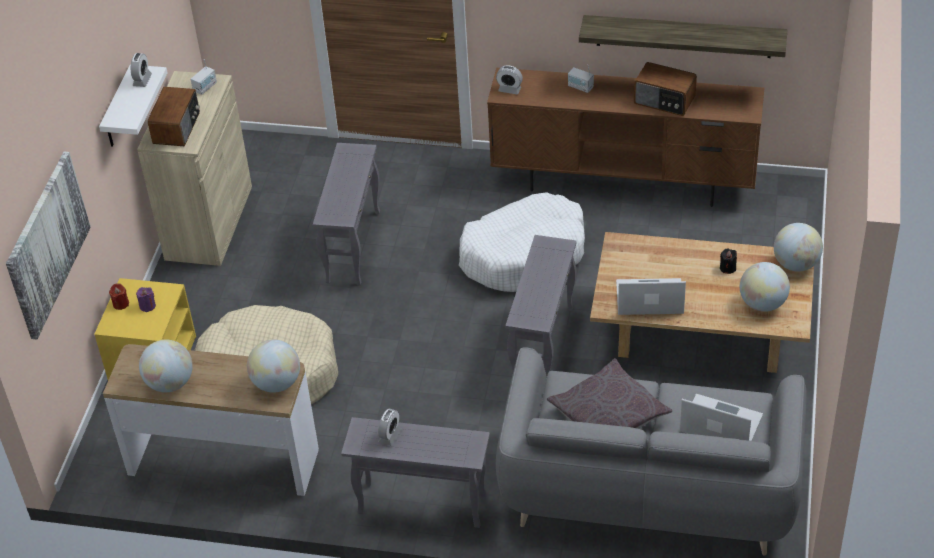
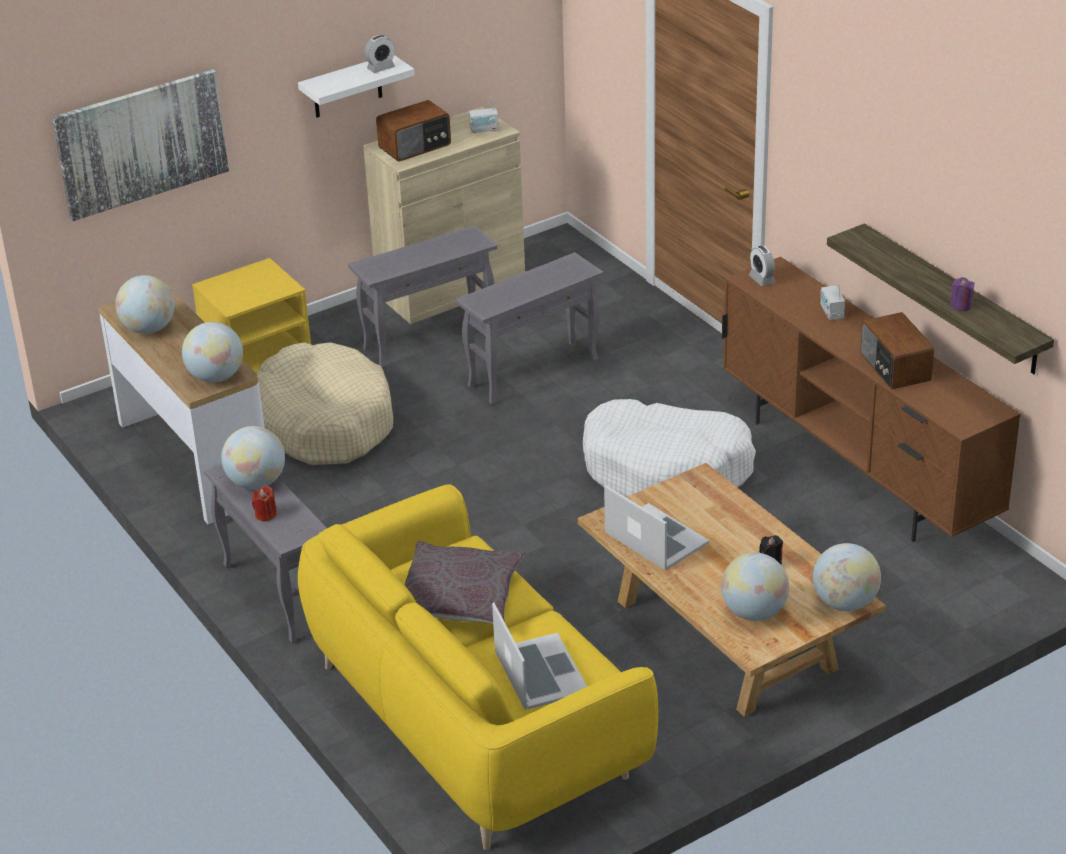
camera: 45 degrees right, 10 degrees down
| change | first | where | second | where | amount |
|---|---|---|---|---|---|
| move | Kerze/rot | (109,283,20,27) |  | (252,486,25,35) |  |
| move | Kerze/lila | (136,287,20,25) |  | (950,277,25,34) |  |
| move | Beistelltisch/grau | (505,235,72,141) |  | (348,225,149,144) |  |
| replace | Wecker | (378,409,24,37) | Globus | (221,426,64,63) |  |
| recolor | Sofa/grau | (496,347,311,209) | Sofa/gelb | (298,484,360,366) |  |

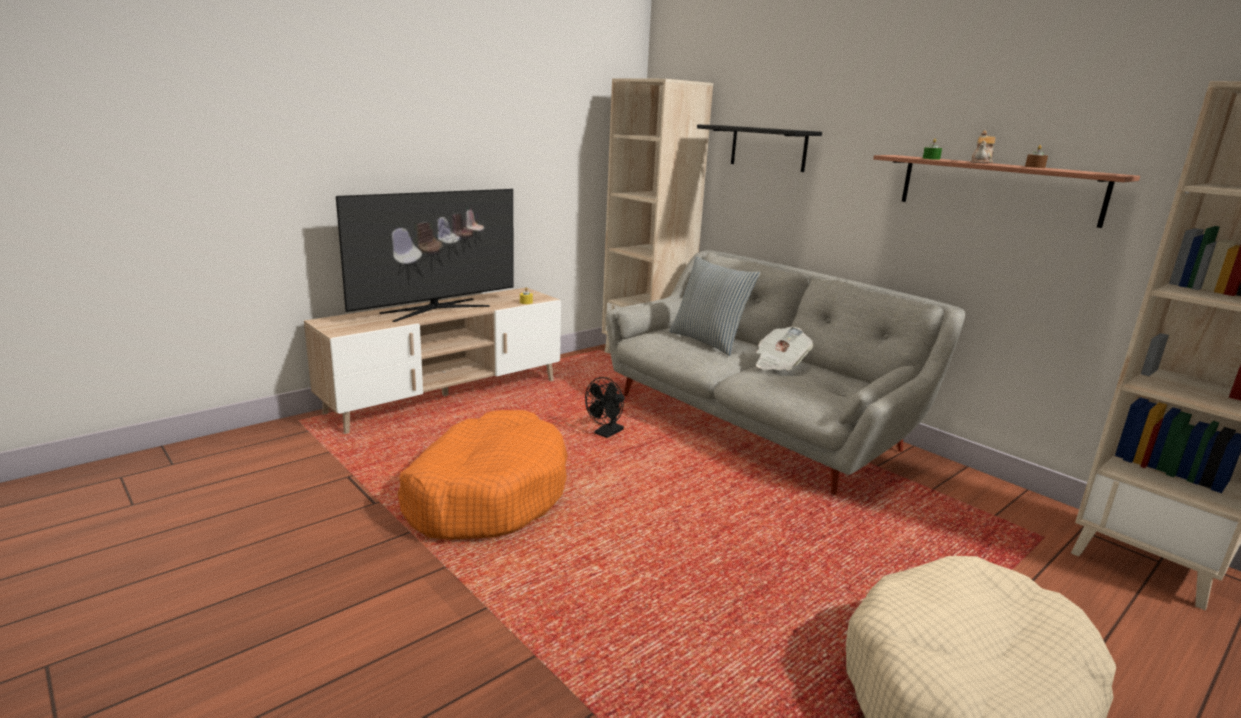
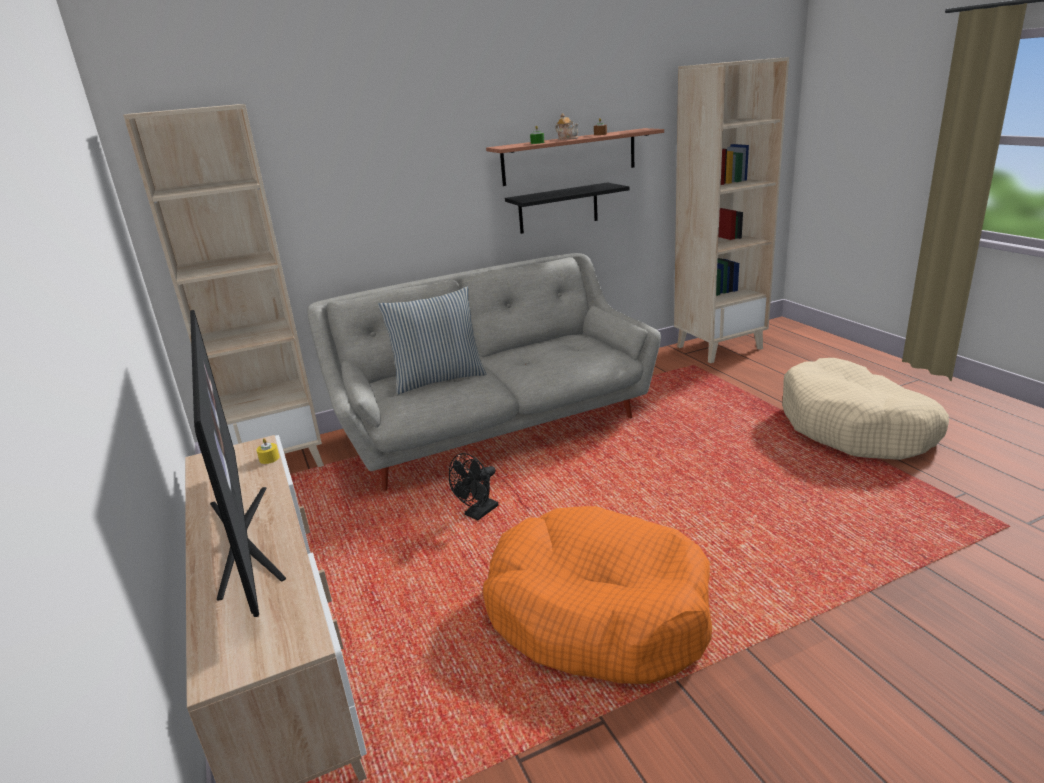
camera: 70 degrees left, 5 degrees up
| change | first | where | second | where | amount |
|---|---|---|---|---|---|
| delete | Zeitung | (756,327,57,44) |  |  |  |
| move | Wandregal/schwarz | (697,125,125,47) |  | (505,182,125,52) |  |
| rotate | Ventilator/schwarz | (585,377,40,61) |  | (449,453,50,67) | 75 degrees clockwise |

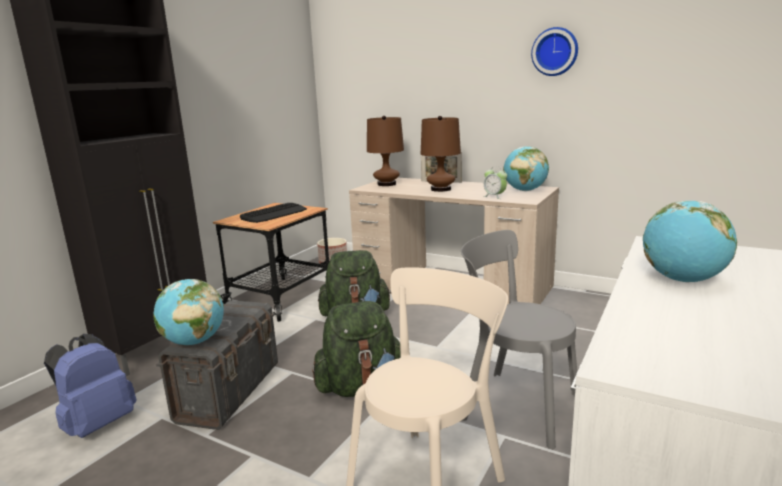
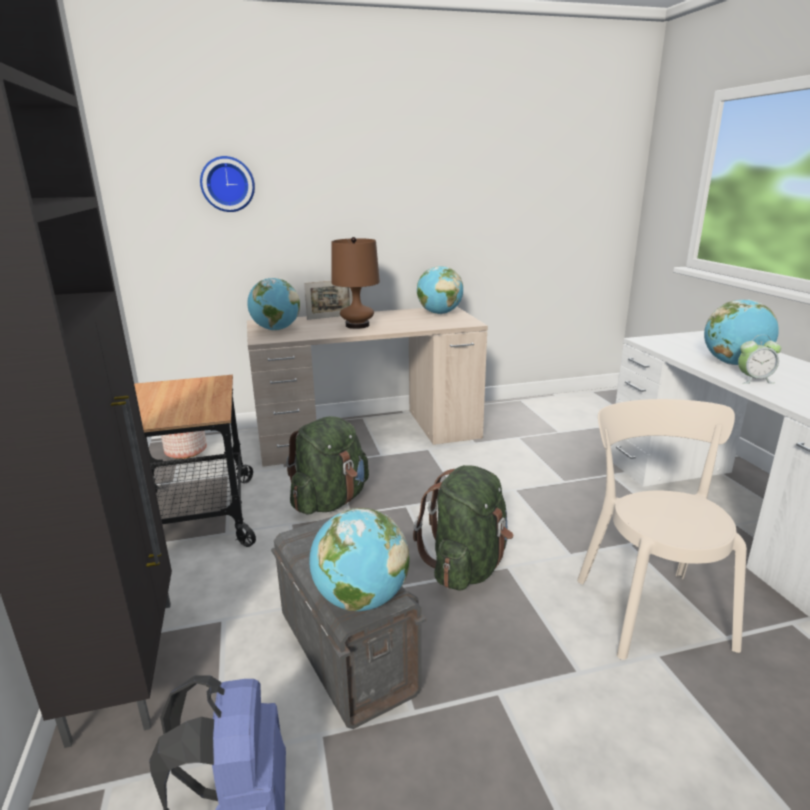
camera: 45 degrees left, 5 degrees up
| change | first | where | second | where | amount |
|---|---|---|---|---|---|
| delete | Tastatur | (240,203,67,20) |  |  |  |
| delete | Stuhl/grau | (461,230,116,219) |  |  |  |
| move | Wecker | (483,166,24,33) |  | (738,335,43,49) |  |
| move | Wanduhr | (531,27,47,49) |  | (200,156,55,56) |  |
| replace | Tischlampe/braun | (367,116,37,70) | Globus | (247,278,53,52) |  |

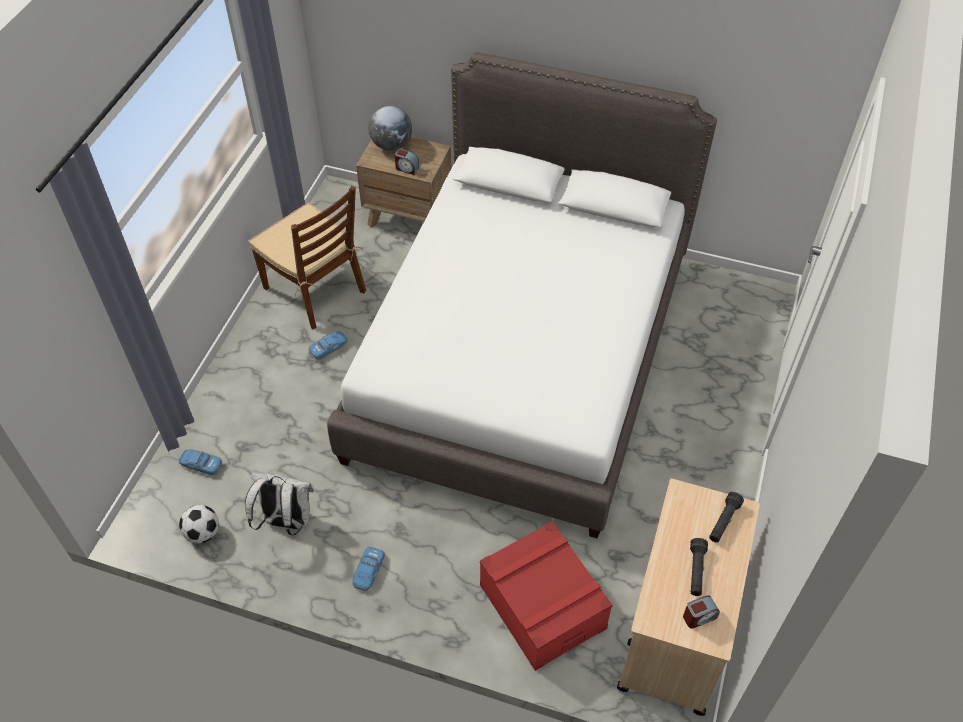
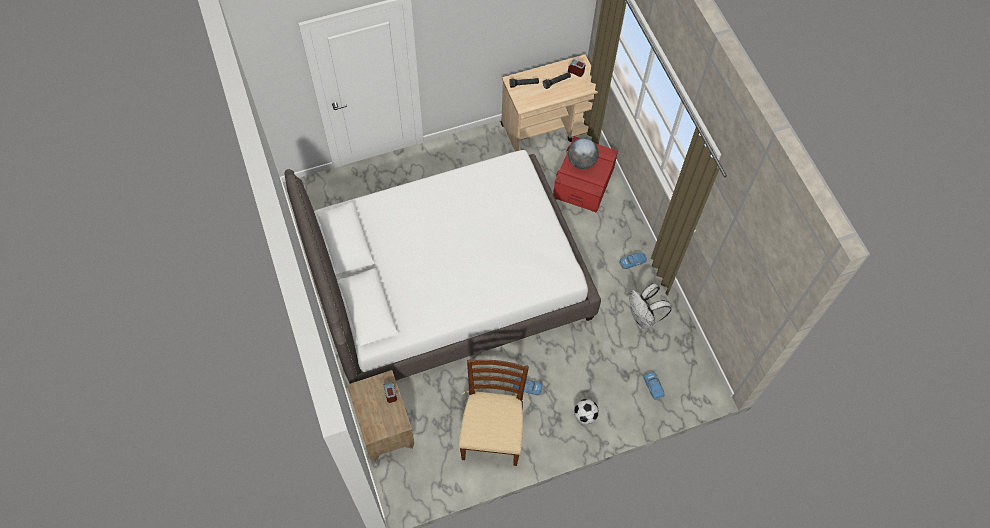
camera: 130 degrees left, 10 degrees up
| change | first | where | second | where | amount |
|---|---|---|---|---|---|
| move | Fußball | (179,505,40,38) |  | (574,399,25,25) |  |
| move | Globus | (368,106,44,45) |  | (568,138,31,31) |  |

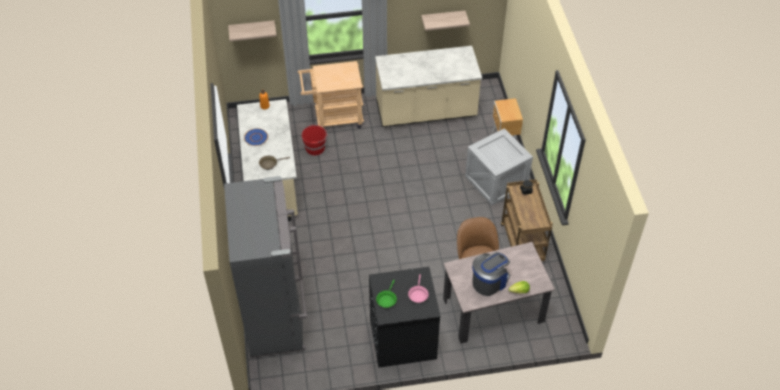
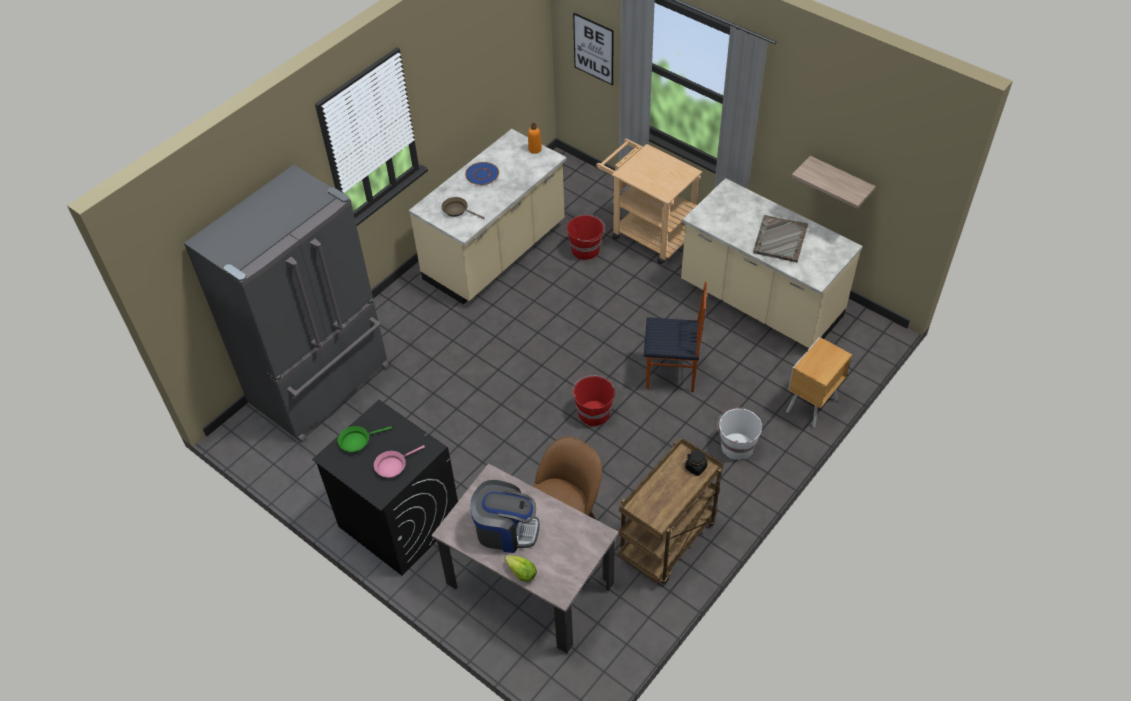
camera: 50 degrees right, 0 degrees up
| change | first | where | second | where | amount |
|---|---|---|---|---|---|
| insert |  |  | Eimer/rot | (572,375,43,51) |  |
| insert |  |  | Stuhl | (644,281,63,111) |  |
| insert |  |  | Tablett/grau | (753,215,55,47) |  |
| replace | Wandregal | (228,20,49,21) | Bild | (573,13,41,72) |  |
| replace | Kiste | (465,128,68,77) | Eimer/weiß | (717,407,45,53) |  |

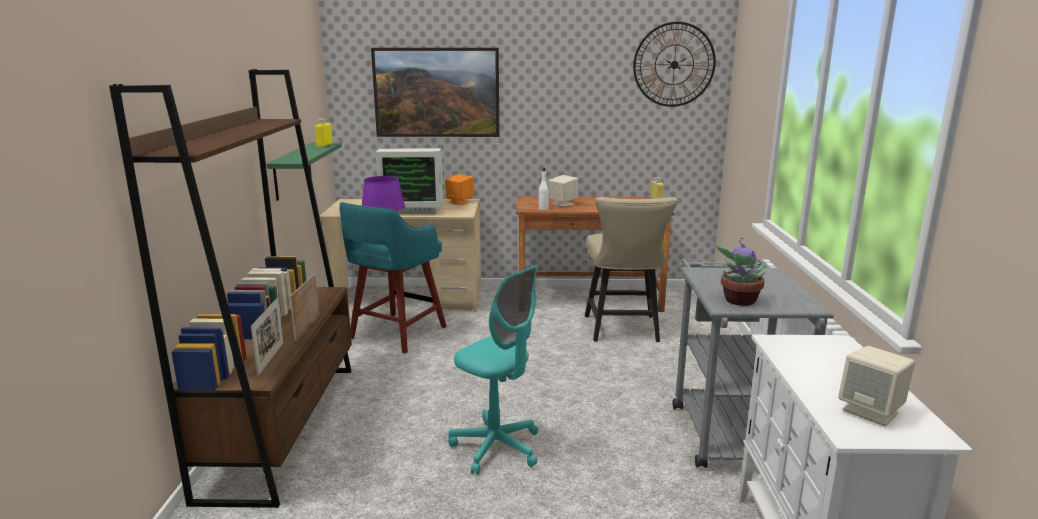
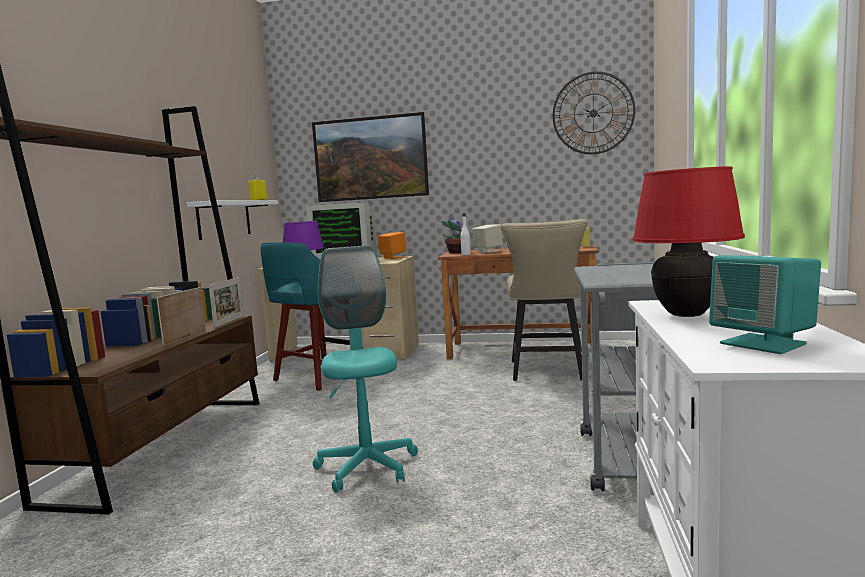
camera: 10 degrees right, 10 degrees down
| change | first | where | second | where | amount |
|---|---|---|---|---|---|
| insert |  |  | Tischlampe/rot | (632,166,113,151) |  |
| move | Bilderrahmen | (251,298,32,77) |  | (209,277,35,51) |  |
| move | Topfpflanze | (713,237,52,69) |  | (440,214,31,39) |  |
| recolor | Wandregal/grün | (267,142,75,59) | Wandregal/weiß | (187,200,91,40) |  |
| recolor | Lautsprecher/beige | (838,346,77,80) | Lautsprecher/türkis | (709,255,112,99) |  |
| rotate | Bürostuhl/türkis | (448,265,90,210) |  | (313,246,105,247) | 150 degrees counterclockwise |

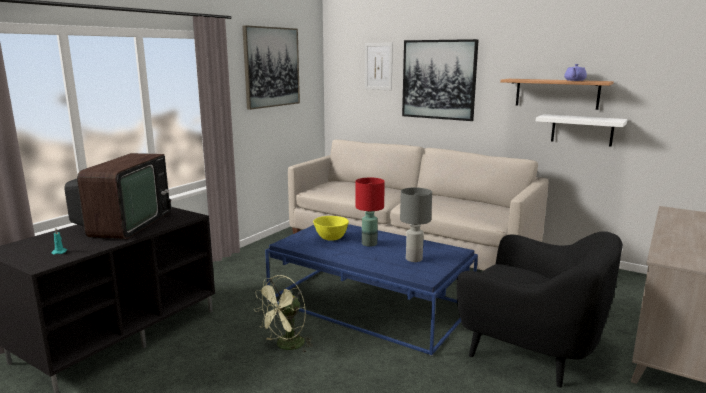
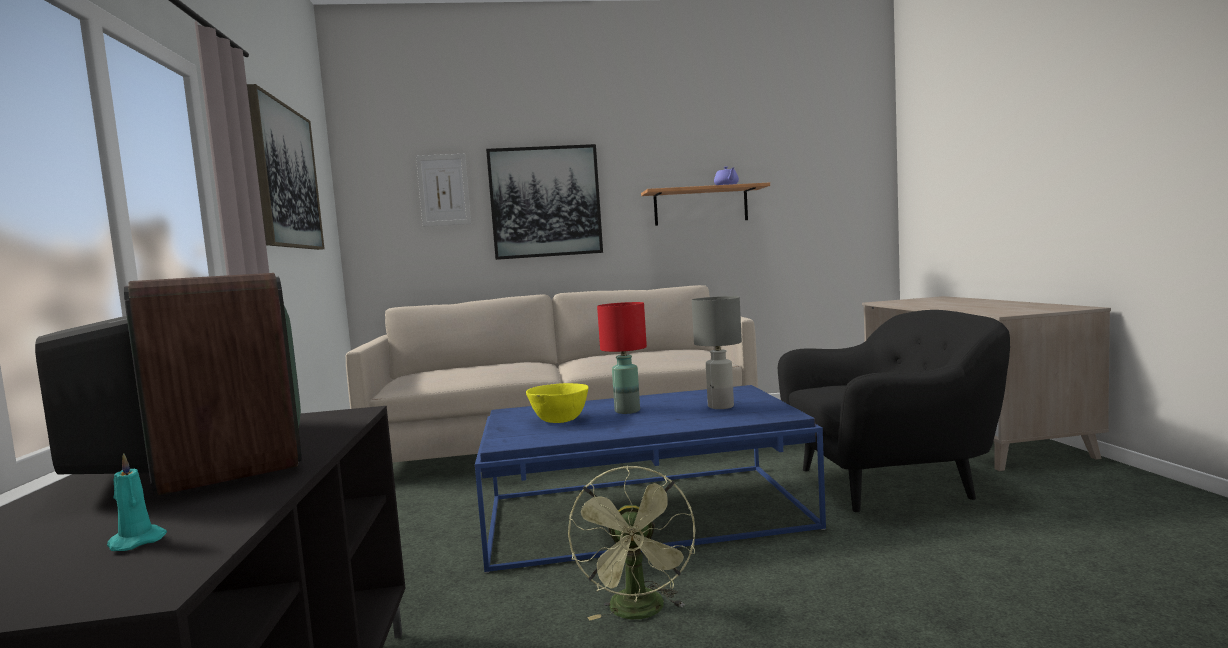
camera: 40 degrees left, 10 degrees down
| change | first | where | second | where | amount |
|---|---|---|---|---|---|
| delete | Wandregal/weiß | (536,114,91,33) |  |  |  |

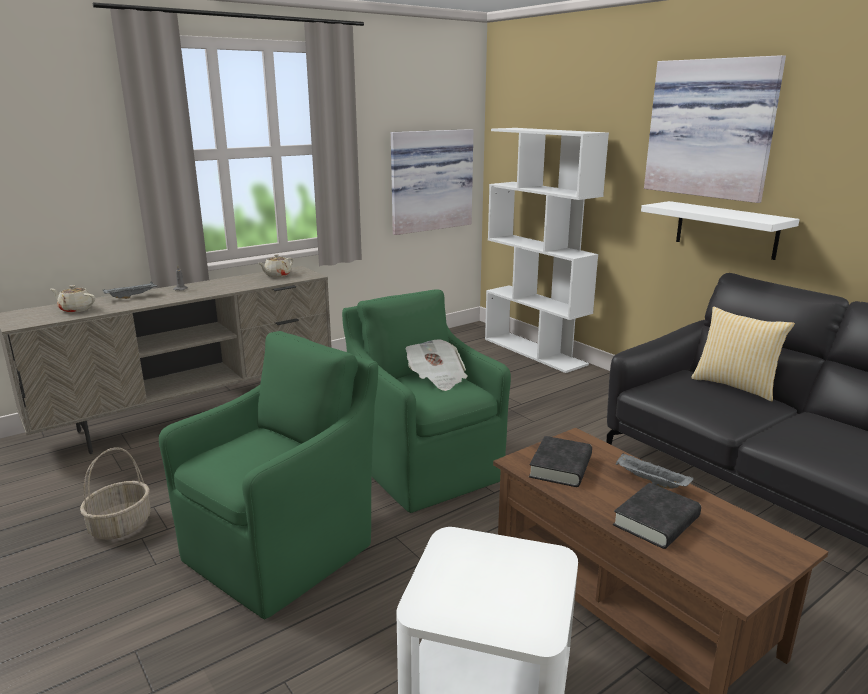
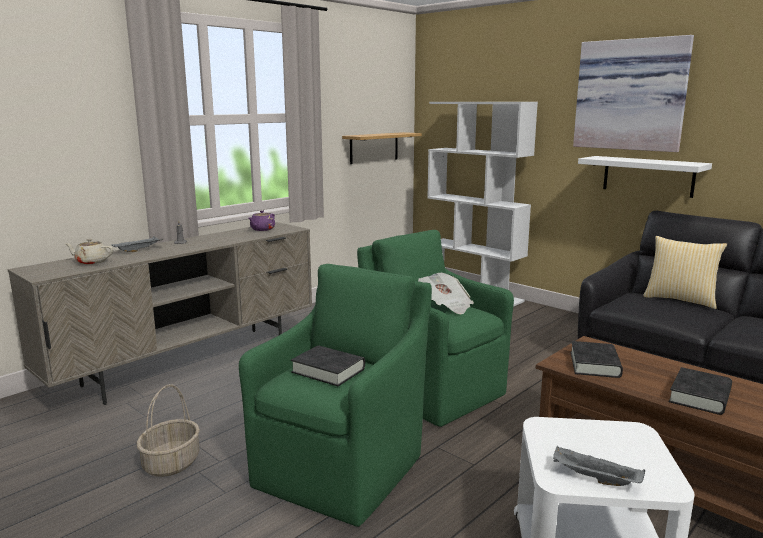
camera: 10 degrees left, 5 degrees down
| change | first | where | second | where | amount |
|---|---|---|---|---|---|
| insert |  |  | Buch/schwarz | (291,345,74,41) |  |
| move | Tablett/grau | (616,453,77,36) |  | (553,446,92,40) |  |
| replace | Bild | (391,129,82,106) | Wandregal | (342,132,80,32) |  |
| recolor | Teekanne/beige | (258,254,35,23) | Teekanne/lila | (249,210,26,21) |  |

